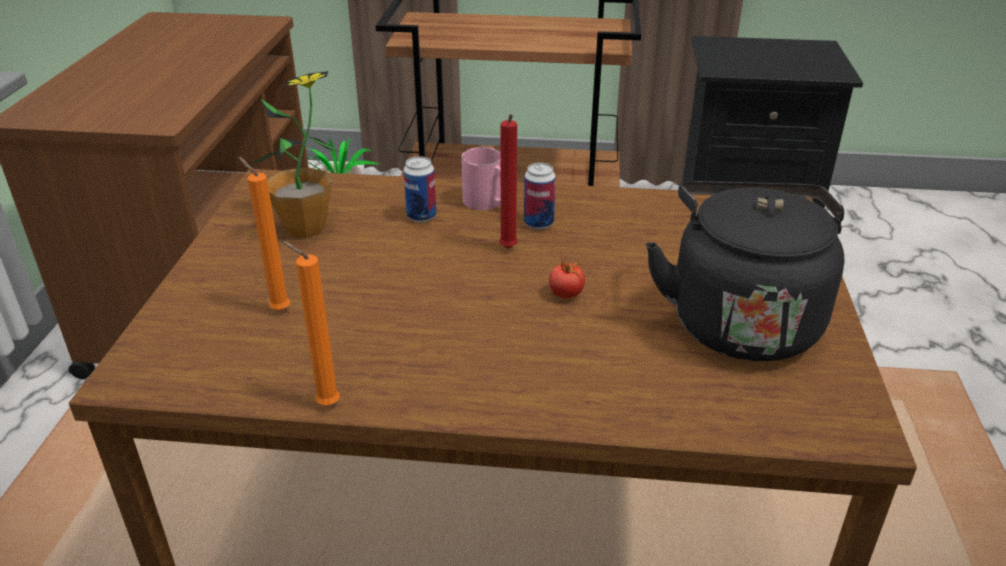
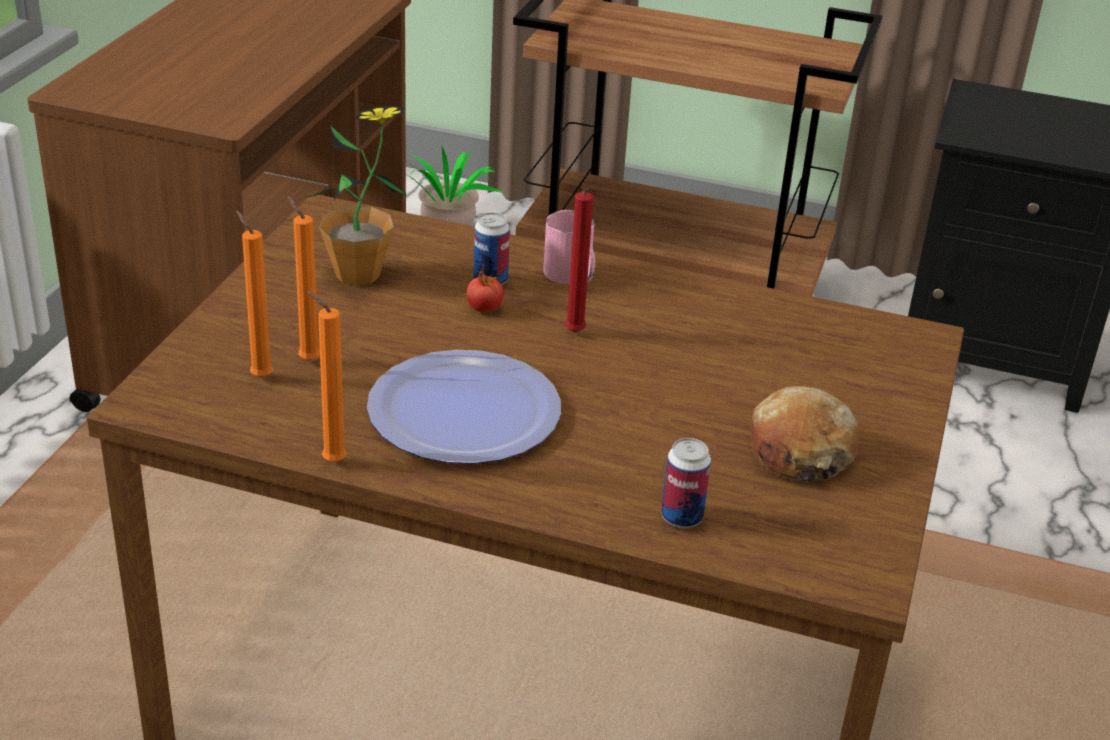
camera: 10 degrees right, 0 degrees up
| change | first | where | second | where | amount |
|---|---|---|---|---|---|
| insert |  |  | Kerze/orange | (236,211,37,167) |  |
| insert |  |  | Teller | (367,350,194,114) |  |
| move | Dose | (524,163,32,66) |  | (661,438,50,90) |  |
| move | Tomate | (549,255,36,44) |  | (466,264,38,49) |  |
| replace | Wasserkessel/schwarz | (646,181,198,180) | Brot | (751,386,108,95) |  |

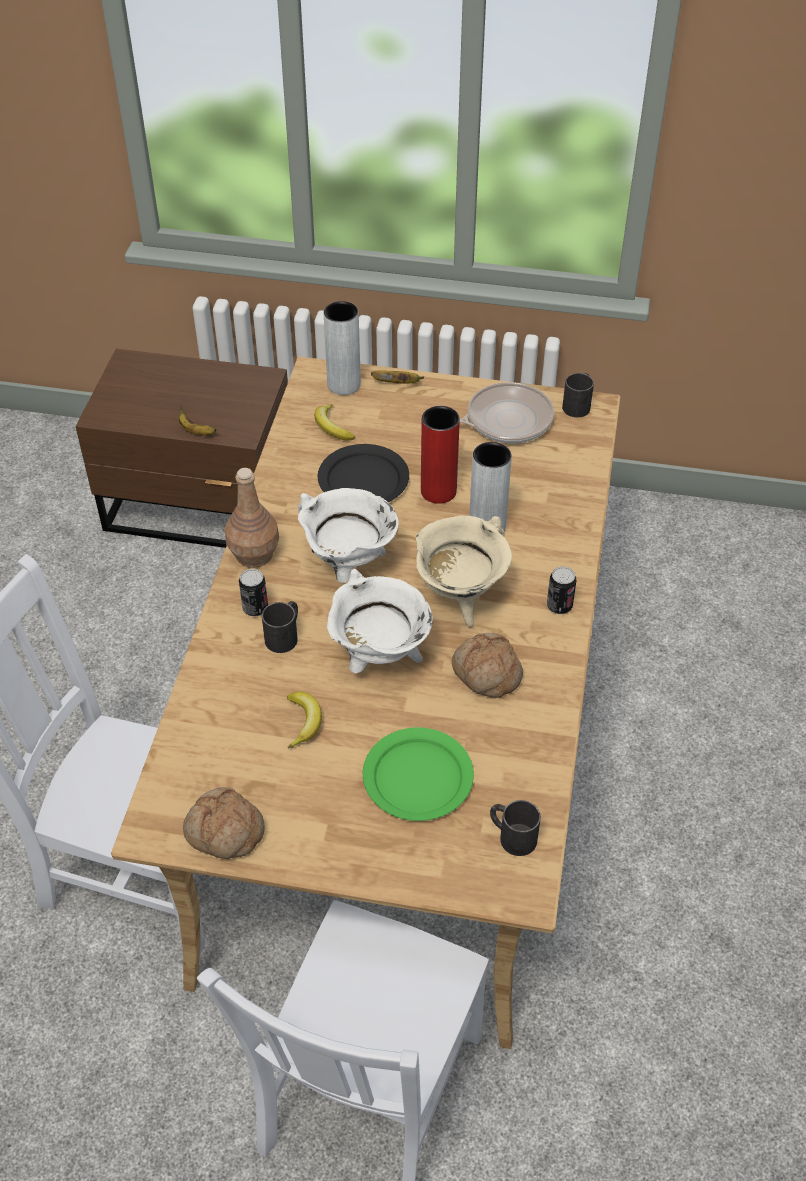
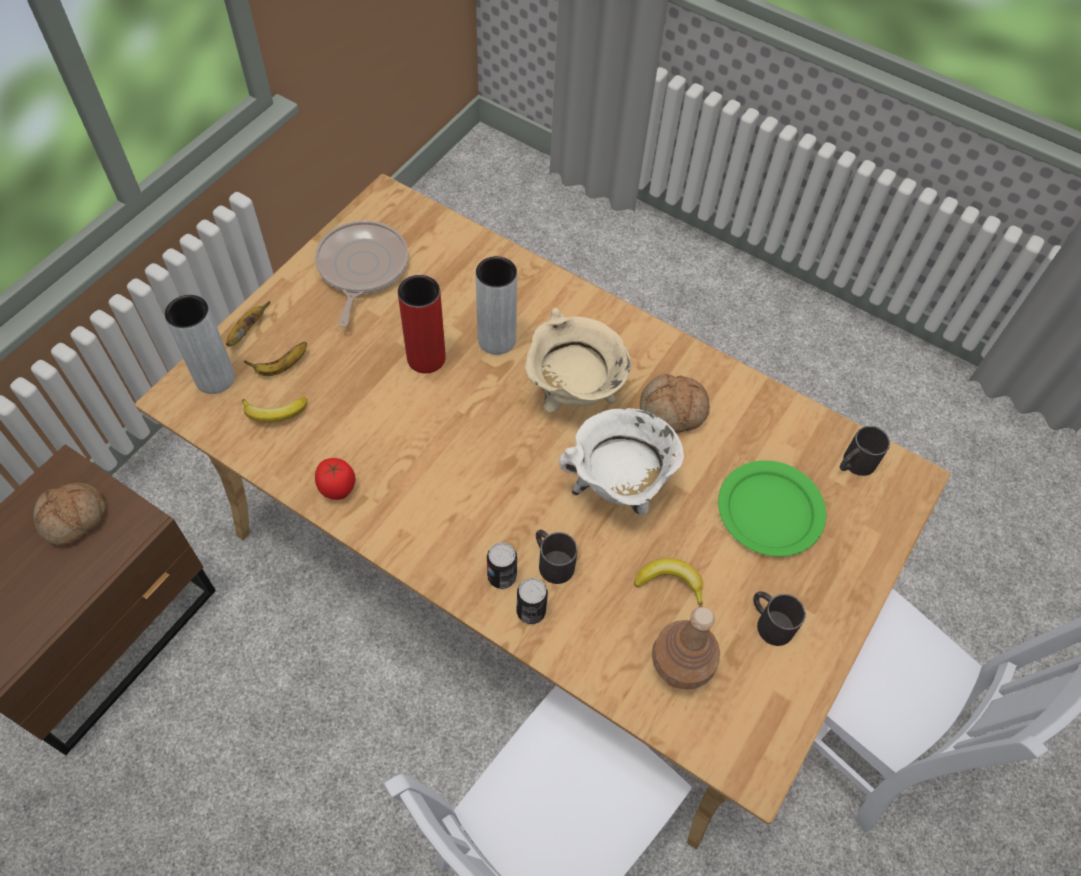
camera: 70 degrees left, 10 degrees up
| change | first | where | second | where | amount |
|---|---|---|---|---|---|
| delete | Kochtopf/weiß | (298,488,101,95) |  |  |  |
| delete | Teller/schwarz | (318,444,91,58) |  |  |  |
| insert |  |  | Tomate | (315,458,40,42) |  |
| move | Banane | (179,405,37,30) |  | (244,342,63,34) |  |
| move | Brot | (183,787,81,72) |  | (33,483,73,63) |  |
| move | Flasche/braun | (225,468,54,100) |  | (652,607,68,83) |  |
| move | Dose | (547,566,29,48) |  | (516,578,32,46) |  |
| move | Henkelbecher/schwarz | (562,373,32,44) |  | (753,591,53,55) |  |

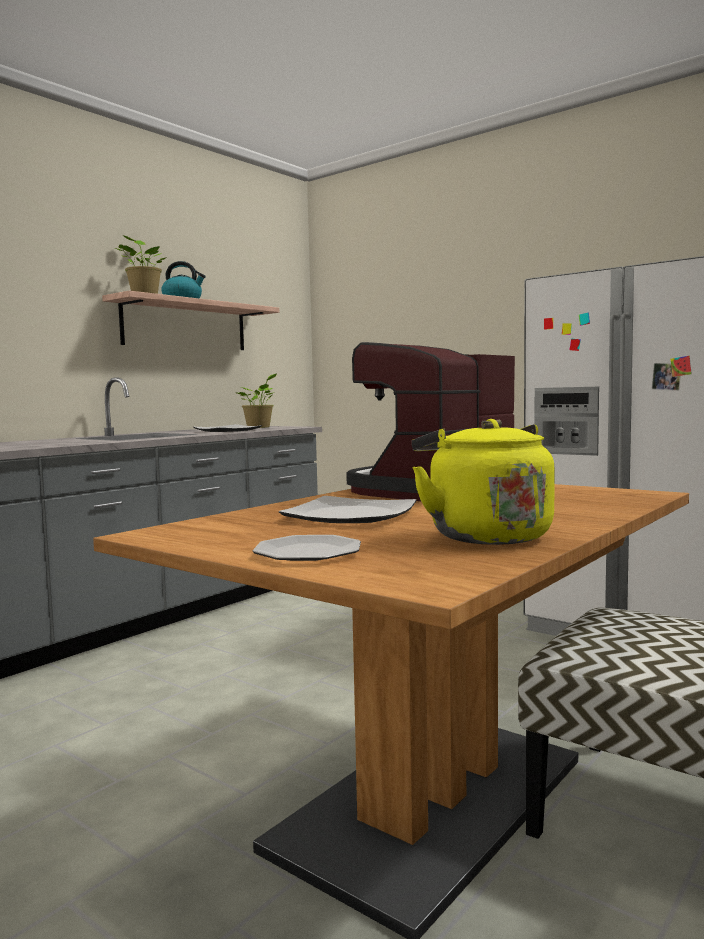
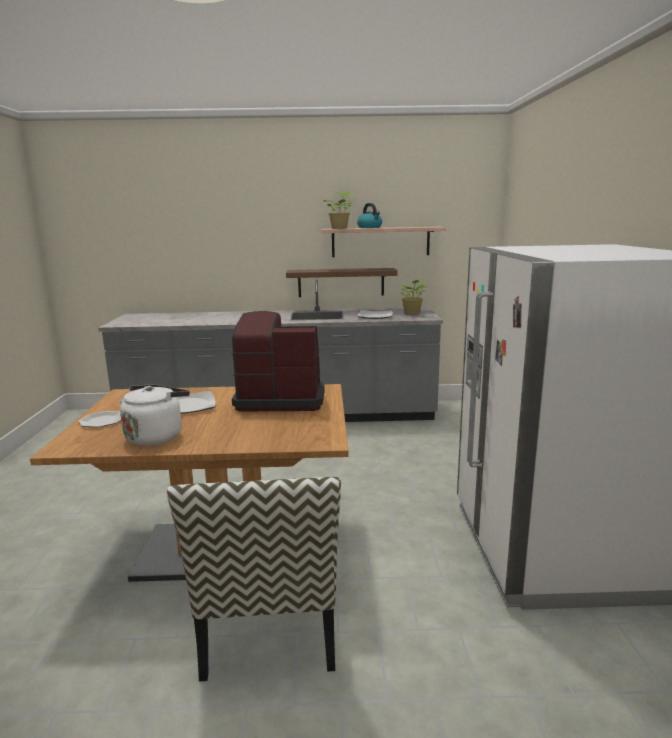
camera: 50 degrees right, 10 degrees up
| change | first | where | second | where | amount |
|---|---|---|---|---|---|
| insert |  |  | Wandregal/braun | (286,268,112,29) |  |
| recolor | Wasserkessel/gelb | (412,419,143,126) | Wasserkessel/weiß | (119,384,71,62) |  |

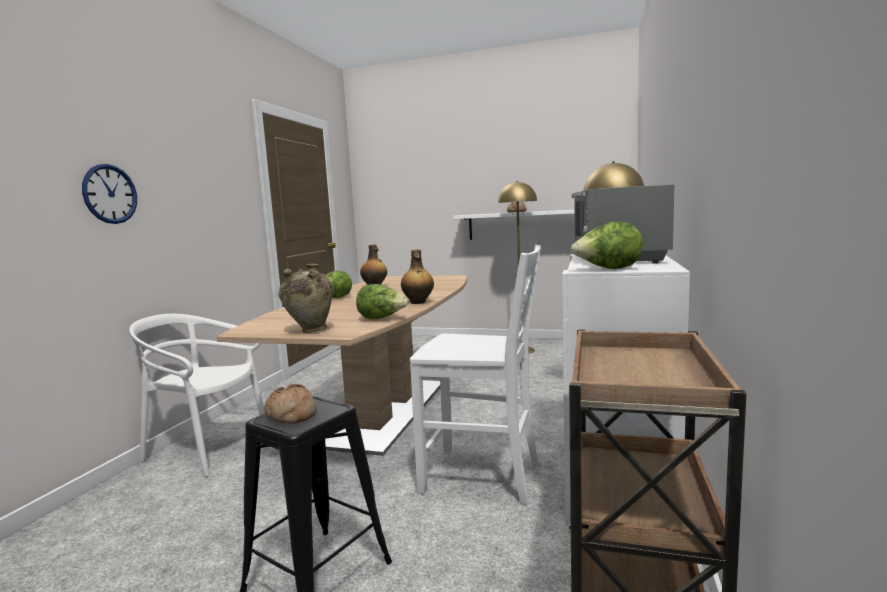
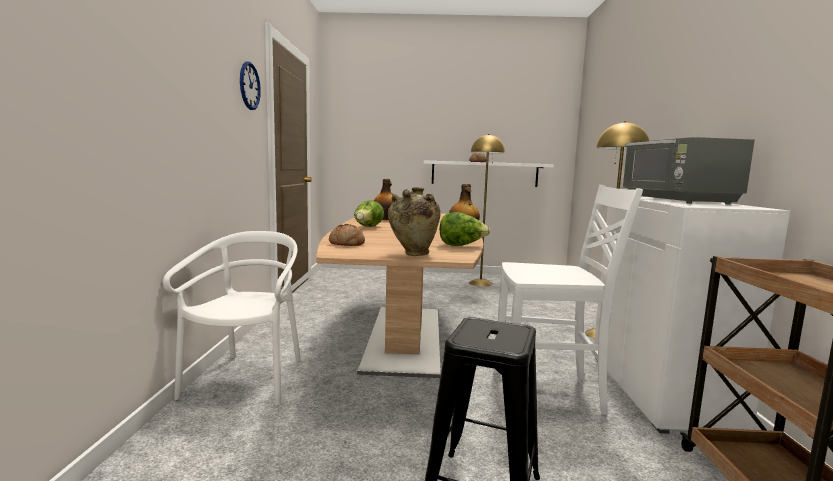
camera: 15 degrees left, 0 degrees up
| change | first | where | second | where | amount |
|---|---|---|---|---|---|
| delete | Salatkopf | (571,221,72,48) |  |  |  |
| move | Wanduhr | (82,164,55,60) |  | (240,62,21,48) |  |
| move | Brot | (264,384,53,40) |  | (329,224,36,22) |  |
| rotate | Stuhl/weiß | (129,314,136,163) |  | (163,231,138,175) | 90 degrees clockwise |

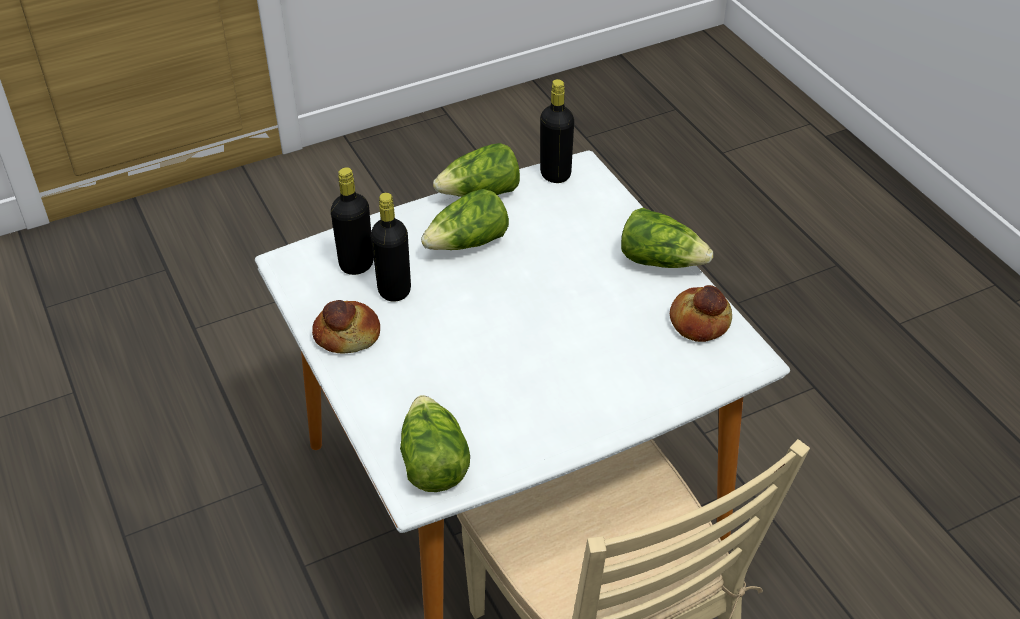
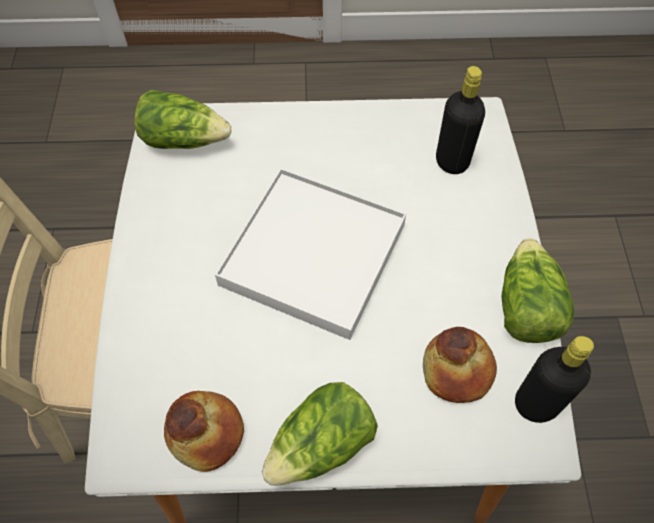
camera: 115 degrees right, 15 degrees up
| change | first | where | second | where | amount |
|---|---|---|---|---|---|
| delete | Flasche/schwarz | (371,193,40,109) |  |  |  |
| delete | Salatkopf | (421,189,88,61) |  |  |  |
| insert |  |  | Tablett/weiß | (215,168,191,172) |  |
| move | Brot | (312,300,68,53) |  | (423,327,74,76) |  |

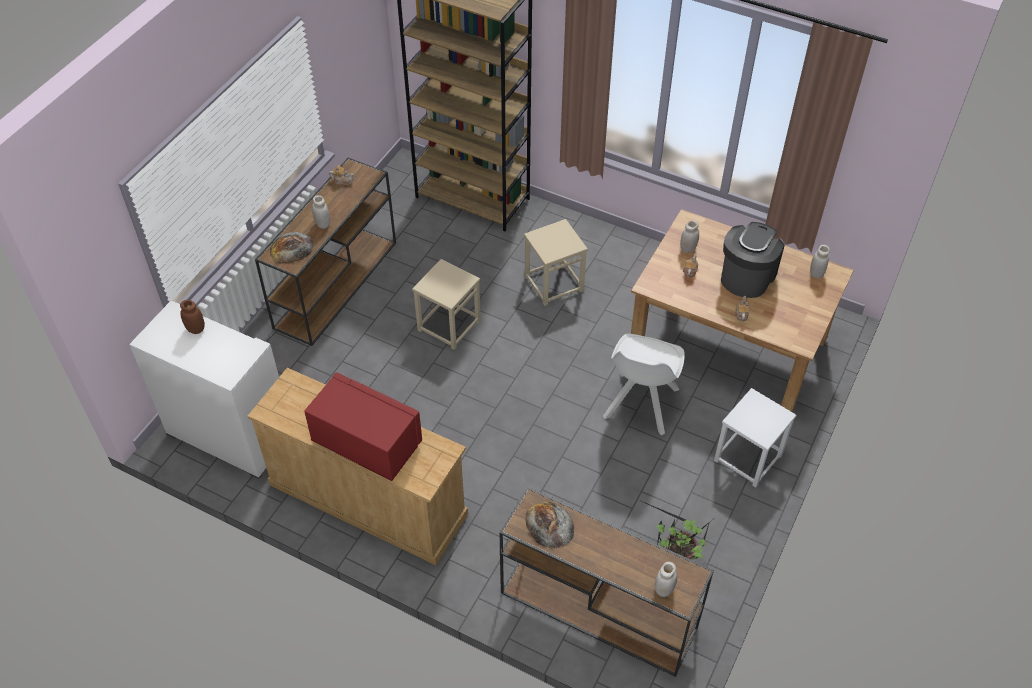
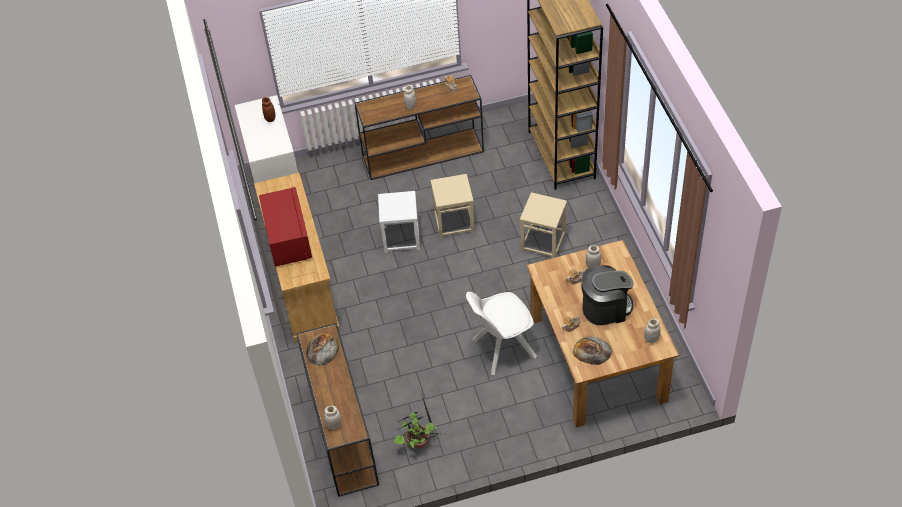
camera: 50 degrees right, 0 degrees up
| change | first | where | second | where | amount |
|---|---|---|---|---|---|
| move | Brot | (270,232,44,31) |  | (573,337,39,28) |  |
| move | Hocker/weiß | (714,388,82,99) |  | (378,191,42,62) |  |

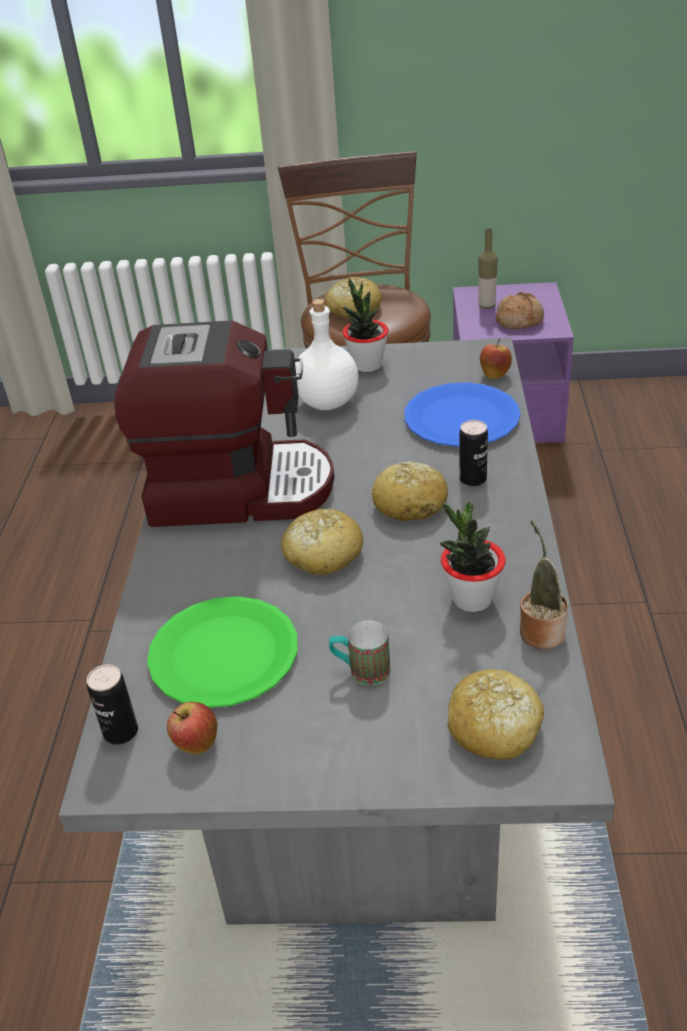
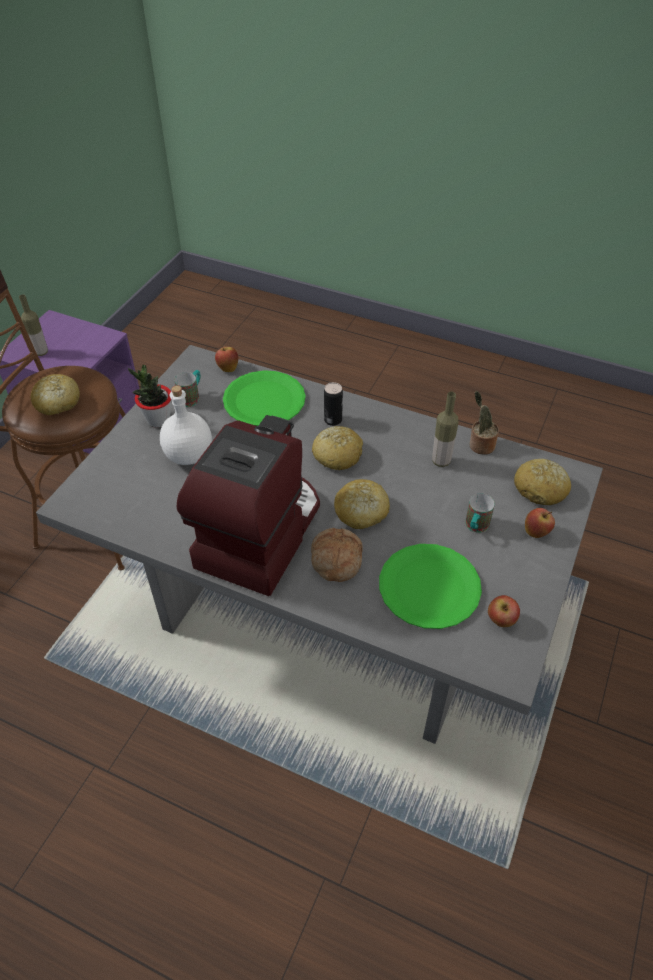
camera: 70 degrees left, 10 degrees up
| change | first | where | second | where | amount |
|---|---|---|---|---|---|
| delete | Dose | (87,665,51,80) |  |  |  |
| insert |  |  | Henkelbecher | (174,370,27,37) |  |
| insert |  |  | Apfel | (525,508,30,30) |  |
| move | Brot | (496,292,48,37) |  | (311,528,52,54) |  |
| replace | Topfpflanze | (440,501,66,111) | Flasche | (432,391,27,76) |  |
| recolor | Teller/blau | (404,382,116,65) | Teller/grün | (223,370,83,56) |  |

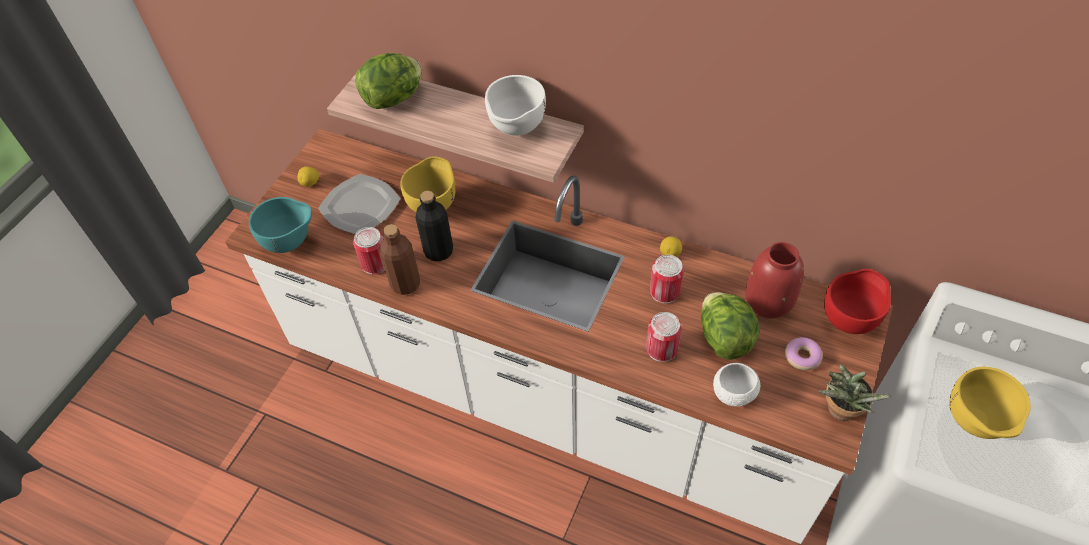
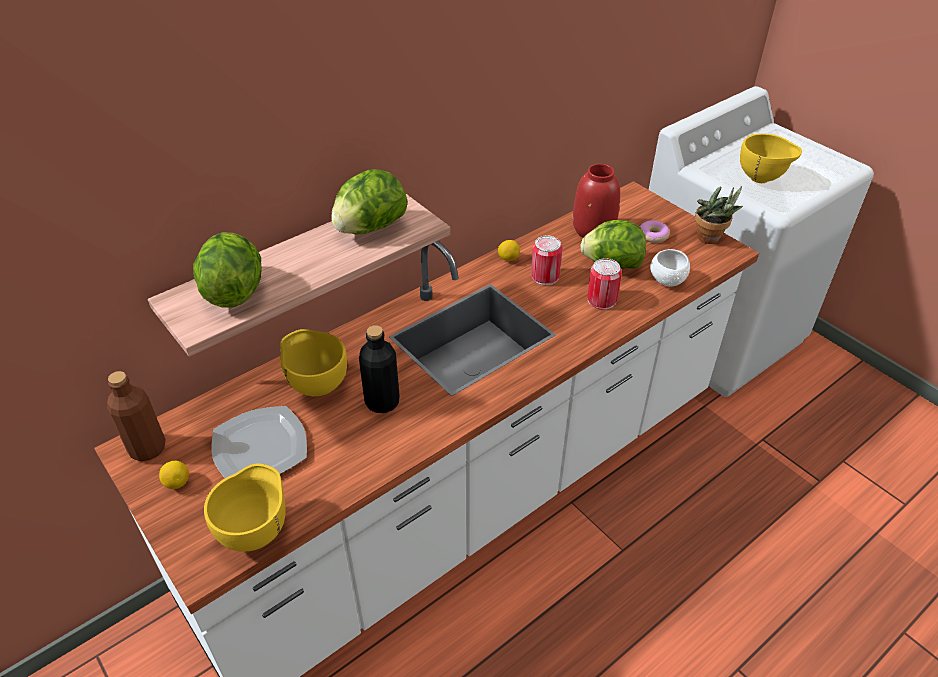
camera: 65 degrees left, 10 degrees down
| change | first | where | second | where | amount |
|---|---|---|---|---|---|
| delete | Dose | (353,227,32,48) |  |  |  |
| delete | Schüssel/rot | (824,269,67,65) |  |  |  |
| move | Flasche/braun | (380,224,40,71) |  | (107,371,59,90) |  |
| replace | Schüssel/weiß | (485,75,61,61) | Salatkopf | (332,169,75,65) |  |
| recolor | Schüssel/türkis | (249,197,63,56) | Schüssel/gelb | (204,463,82,89) |  |

